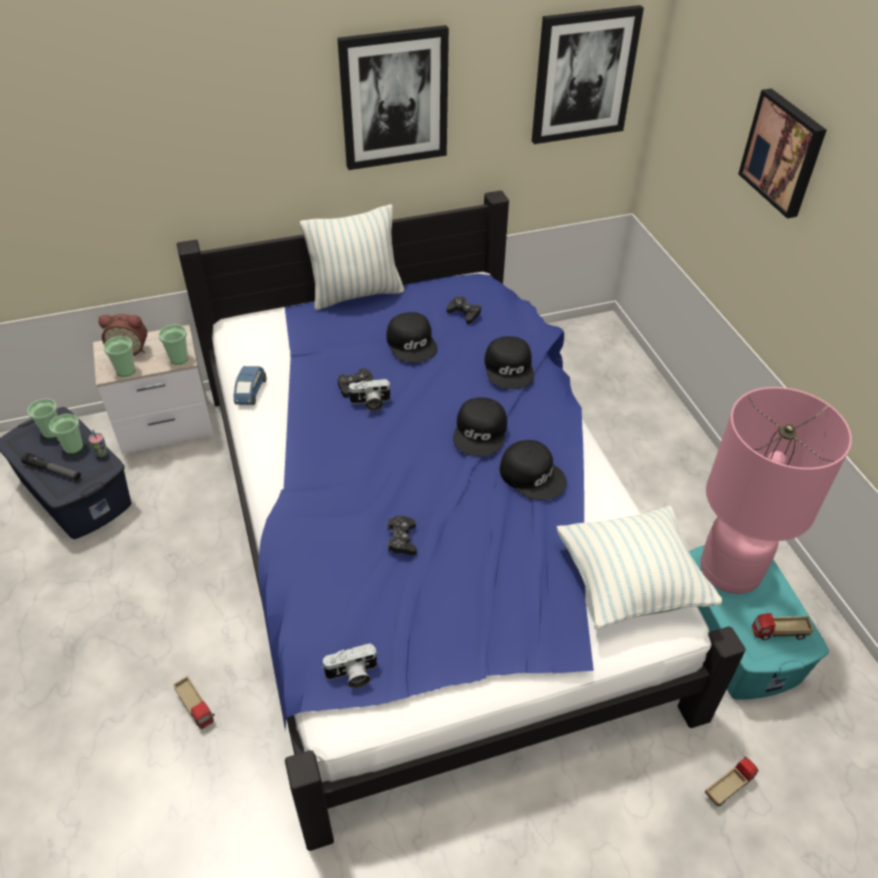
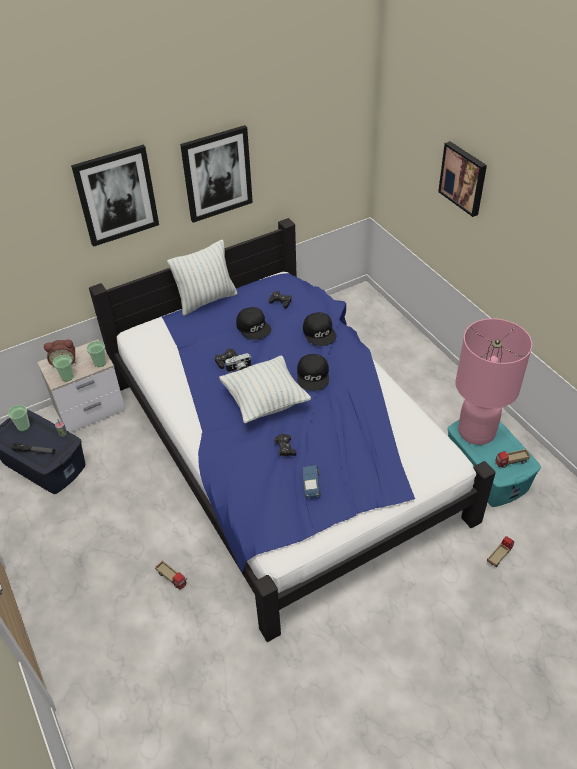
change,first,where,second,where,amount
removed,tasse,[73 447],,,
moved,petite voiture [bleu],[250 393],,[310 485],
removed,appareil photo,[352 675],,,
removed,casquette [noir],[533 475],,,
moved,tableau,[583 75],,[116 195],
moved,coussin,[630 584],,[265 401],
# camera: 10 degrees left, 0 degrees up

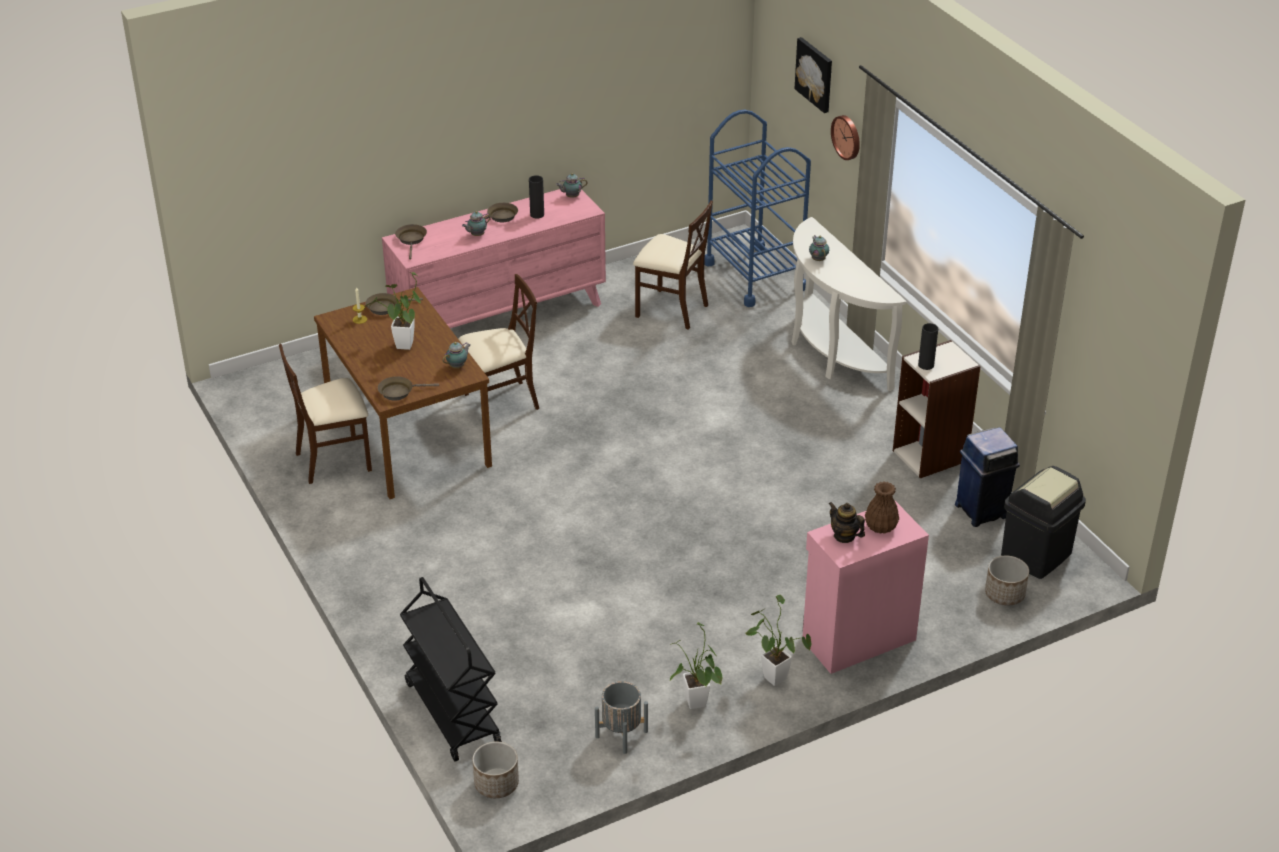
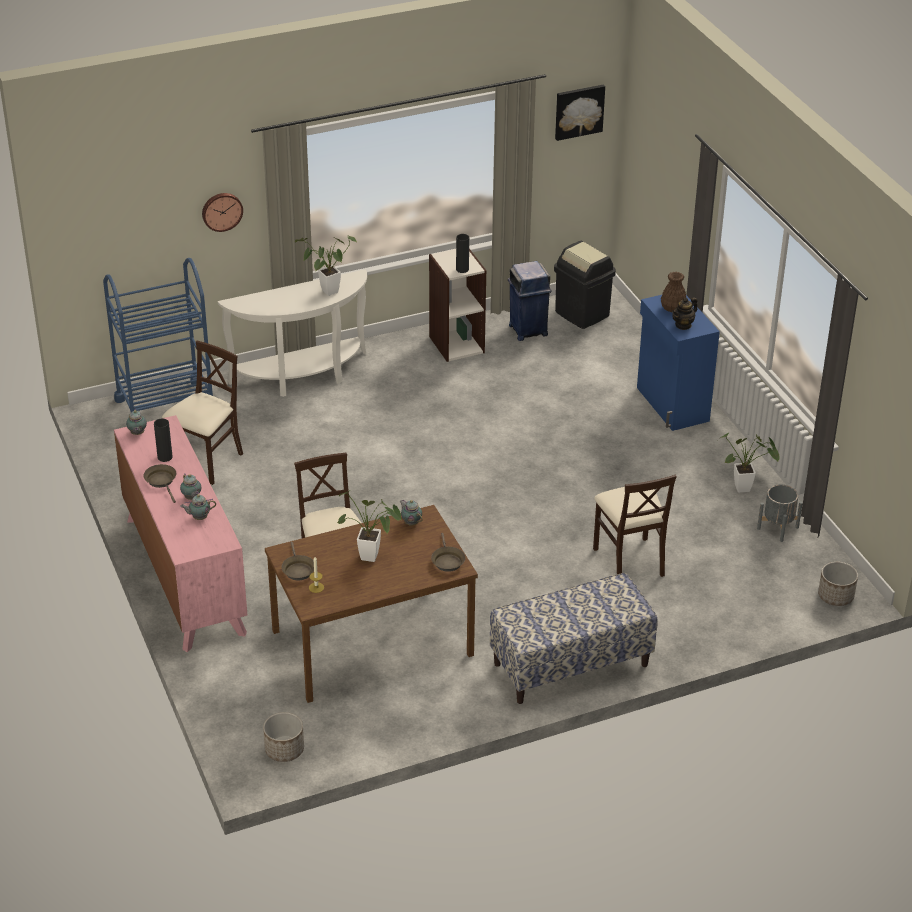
change,first,where,second,where,amount
moved,chaise [beige],[334 460],,[629 561],
removed,poêle [marron],[411 240],,,
removed,chariot [noir],[451 712],,,
moved,plante en pot,[771 675],,[326 292],
moved,tableau,[815 74],,[578 111],
recoloured,meuble de rangement [rose],[857 639],meuble de rangement [bleu],[671 405],
moved,théière,[818 259],,[199 518],
moved,cache-pot,[1004 594],,[284 749],
added,,,banc,[570 665],
# camera: 85 degrees left, 0 degrees up

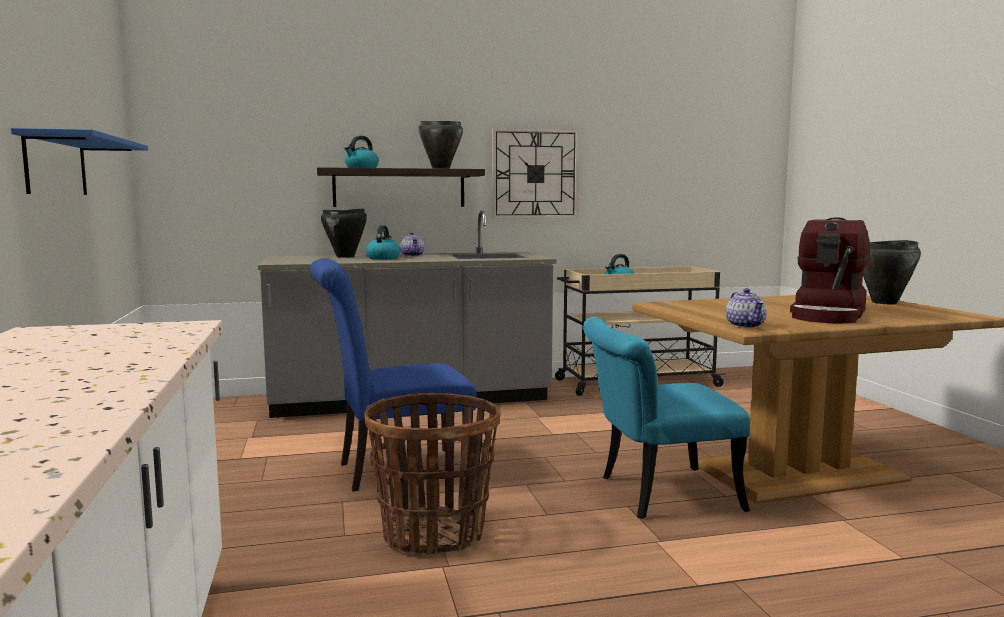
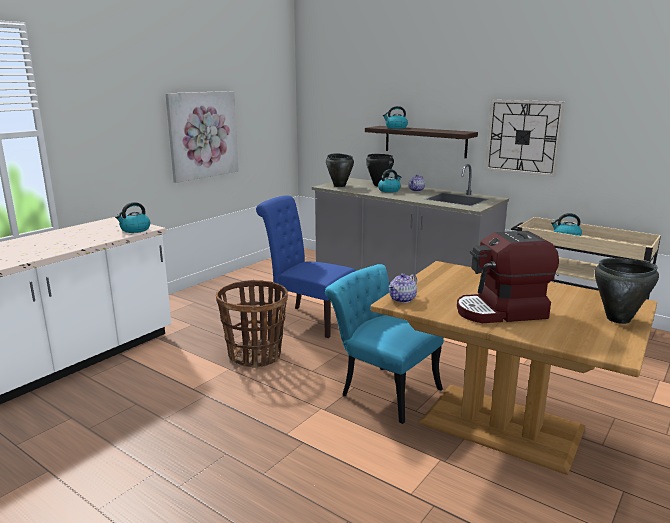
change,first,where,second,where,amount
replaced,étagère [bleu],[56 166],tableau,[203 135],
moved,marmite [noir],[440 168],,[339 186],
added,,,bouilloire,[135 230],
# camera: 50 degrees right, 10 degrees up

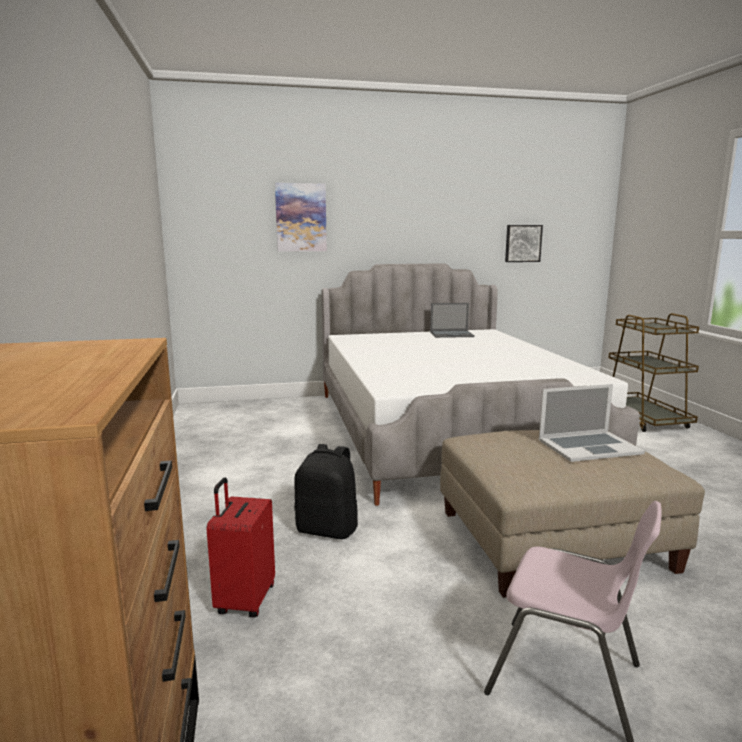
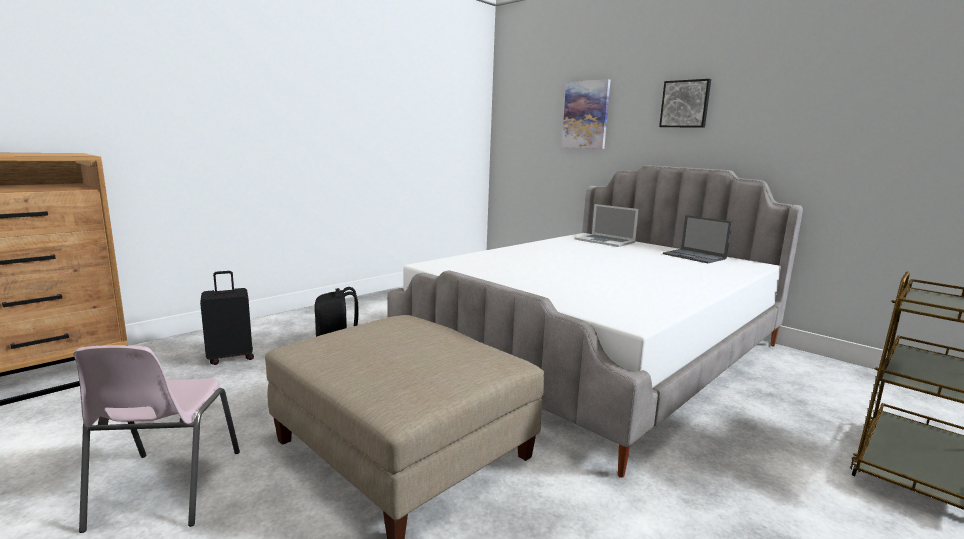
change,first,where,second,where,amount
recoloured,valise [rouge],[244 600],valise [noir],[231 357],
moved,tableau,[522 243],,[685 104],
moved,ordinateur portable,[589 446],,[605 241],
# camera: 55 degrees right, 0 degrees up

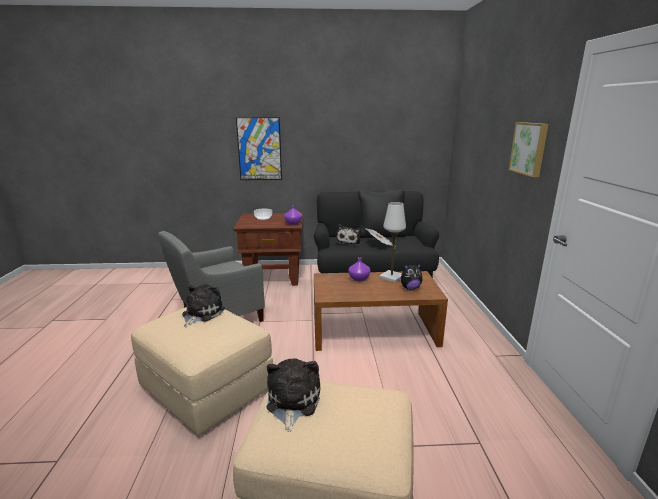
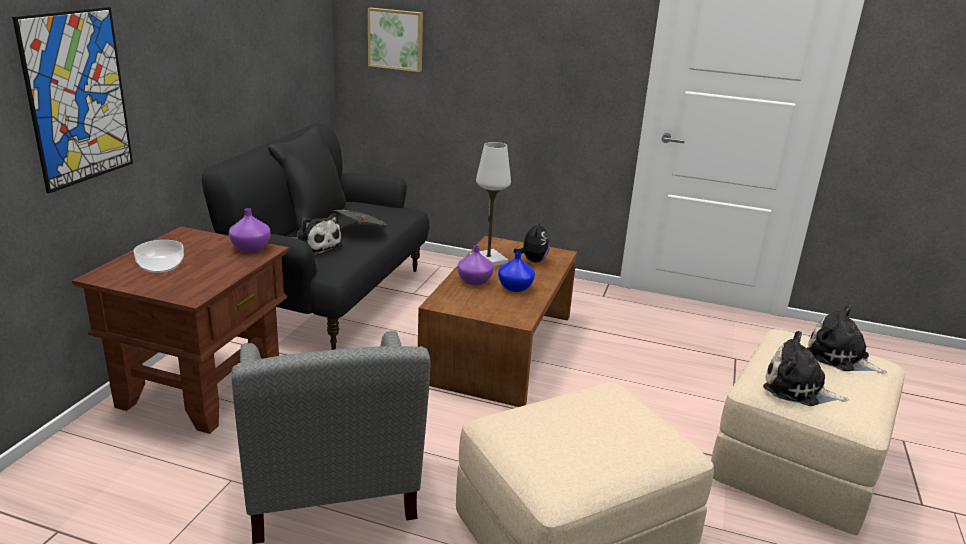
change,first,where,second,where,amount
moved,peluche,[201 313],,[840 357],
moved,tableau,[530 148],,[396 39],
added,,,vase [bleu],[515 287],
# camera: 70 degrees left, 5 degrees up

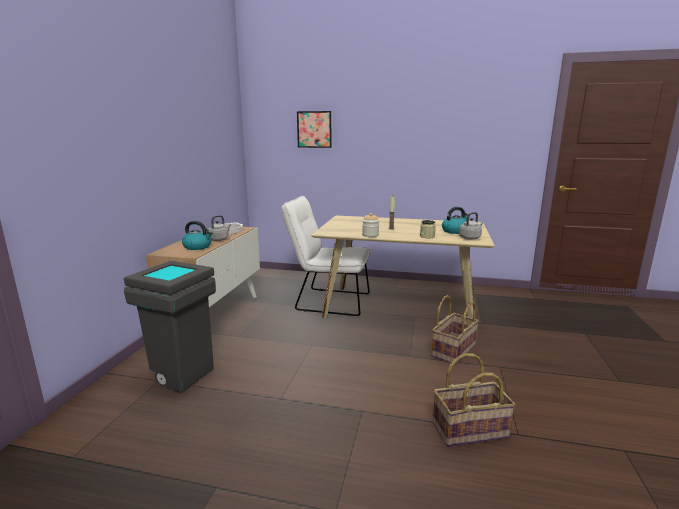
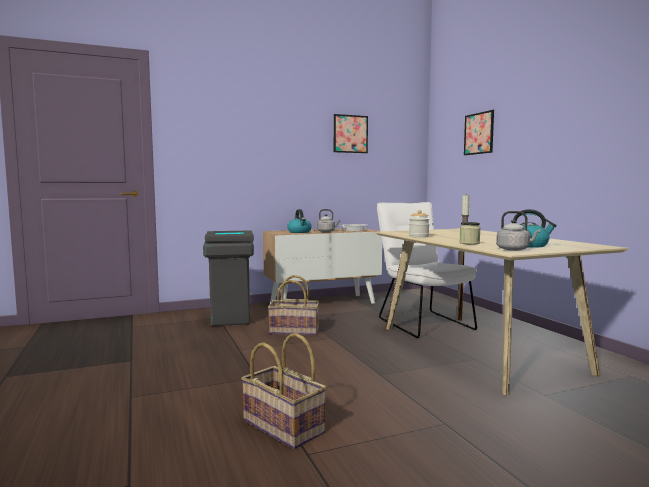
change,first,where,second,where,amount
moved,panier,[452 350],,[294 330],
added,,,tableau,[350 134],
# camera: 55 degrees right, 10 degrees down

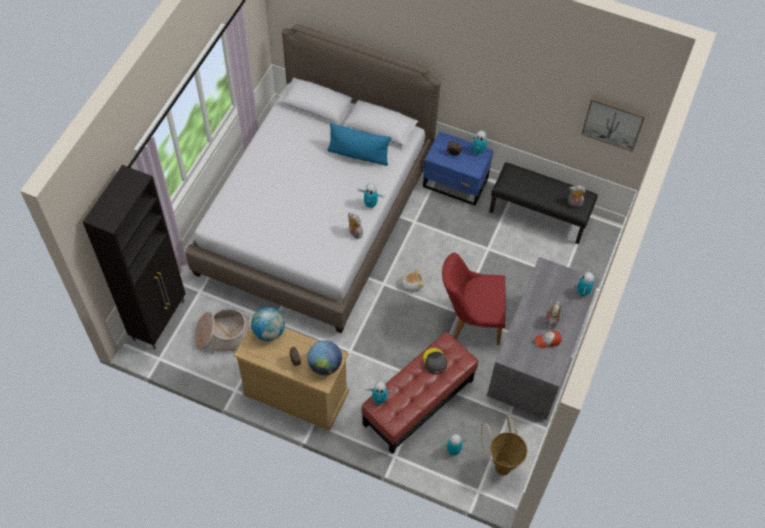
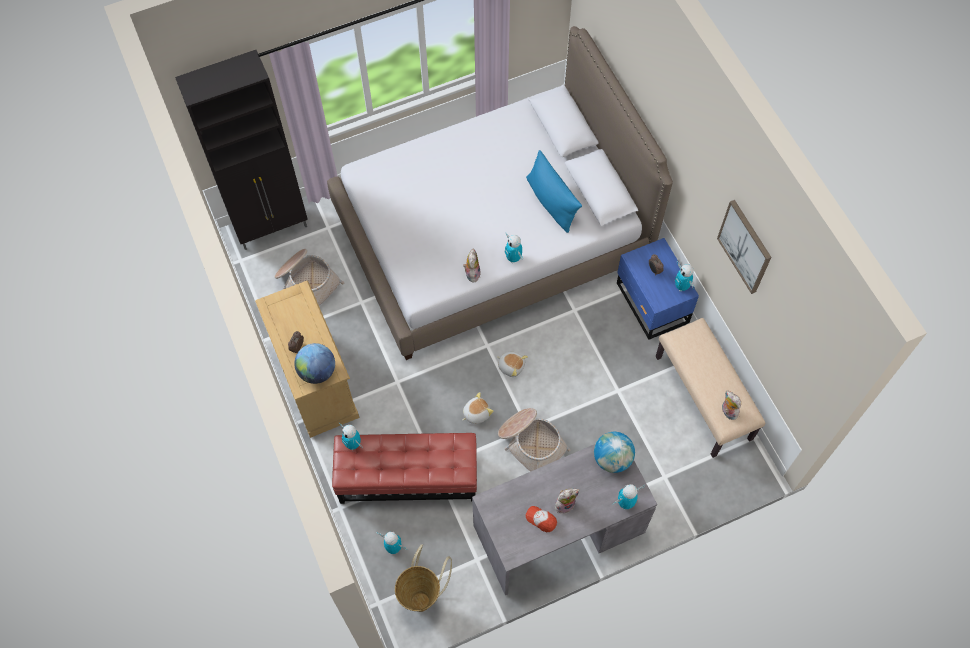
change,first,where,second,where,amount
moved,globe,[269 332],,[612 459],
removed,casquette [gris],[434 361],,,
replaced,chaise [rouge],[470 320],panier,[531 443],
recoloured,banc [noir],[539 214],banc [beige],[704 398],
moved,tableau,[613 123],,[745 246],
added,,,peluche,[476 413],
# camera: 45 degrees right, 5 degrees up

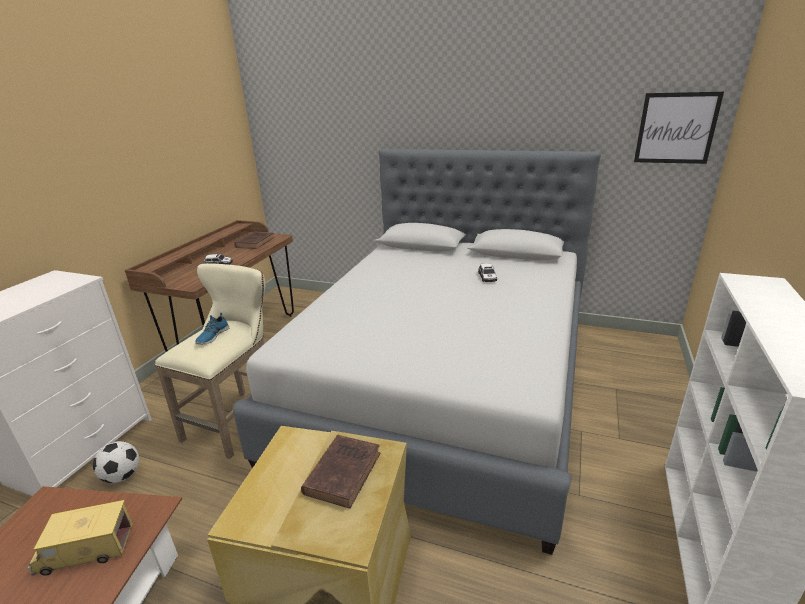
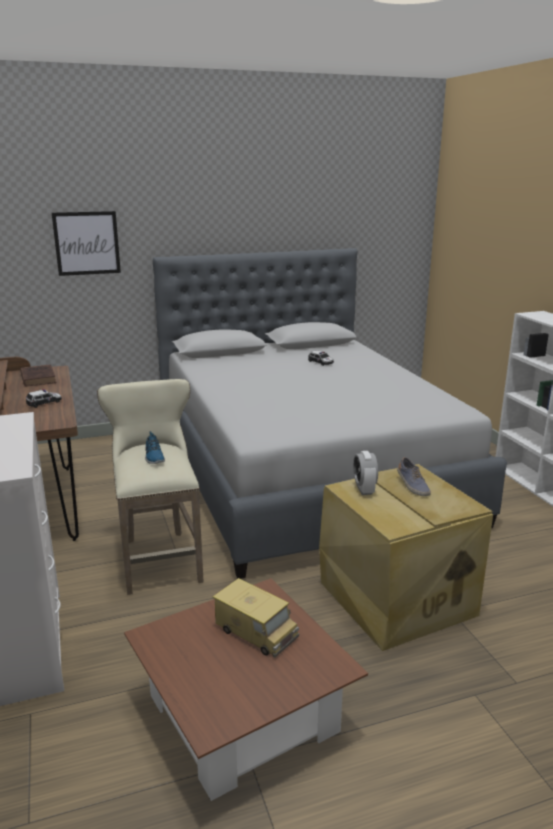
change,first,where,second,where,amount
turned,camion jouet,[86 550],,[256 632],90 degrees counterclockwise
removed,ballon de foot,[122 476],,,
replaced,livre [marron],[344 471],chaussure,[412 485],
moved,tableau,[676 128],,[87 243],
added,,,réveil,[364 489],
# camera: 40 degrees left, 5 degrees down

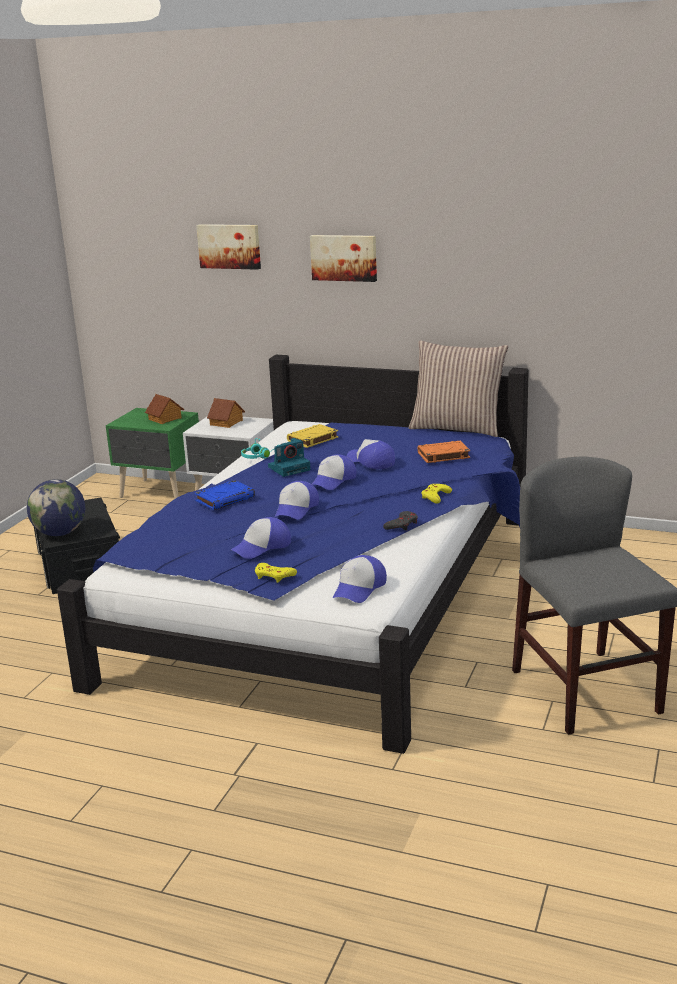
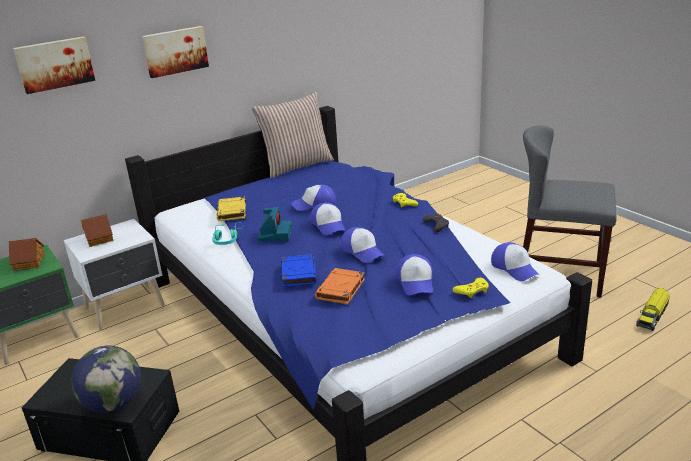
change,first,where,second,where,amount
moved,livre [orange],[443 455],,[340 289],
added,,,camion jouet,[652 315],
# camera: 55 degrees left, 5 degrees up

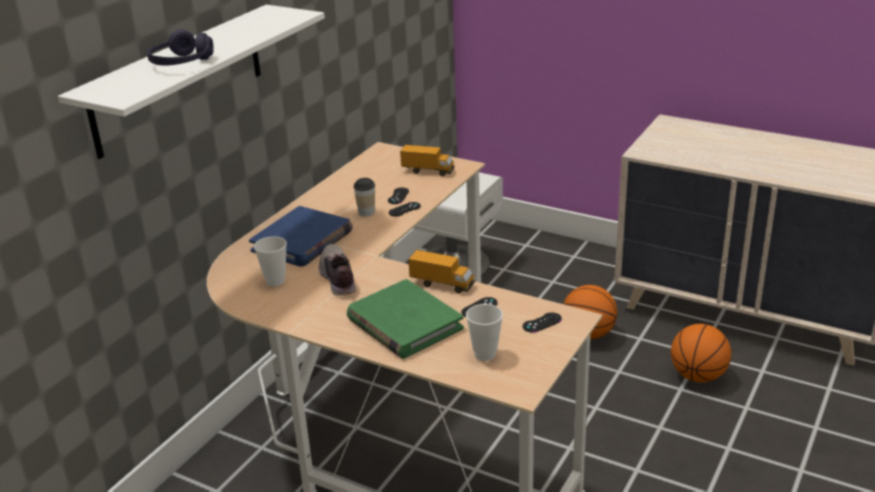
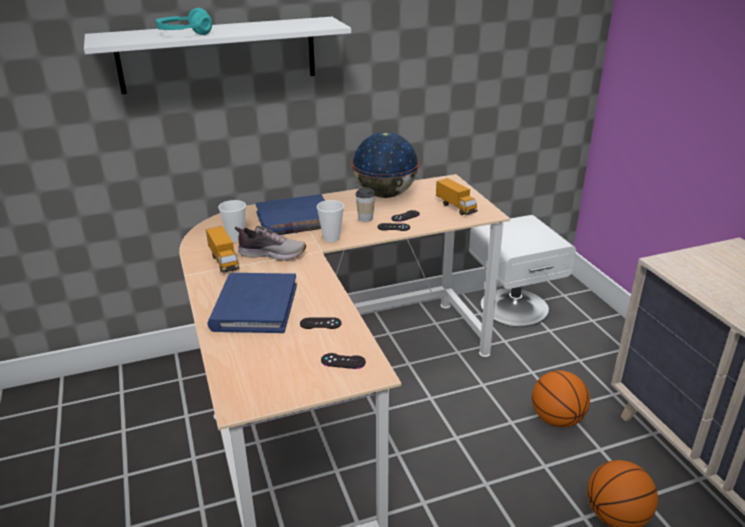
change,first,where,second,where,amount
recoloured,casque audio [violet],[181 63],casque audio [turquoise],[185 33],
turned,chaussure,[337 278],,[272 254],75 degrees clockwise
recoloured,livre [vert],[404 323],livre [bleu],[254 307],
moved,camion jouet,[442 284],,[224 261],
moved,tasse,[485 354],,[331 238],
added,,,globe,[385 195],
# camera: 40 degrees right, 0 degrees up

